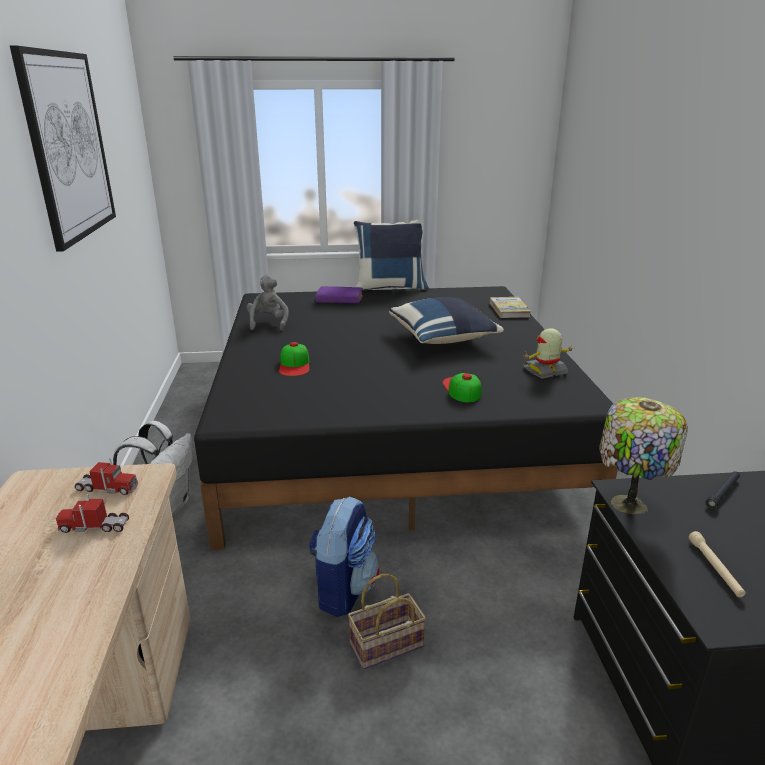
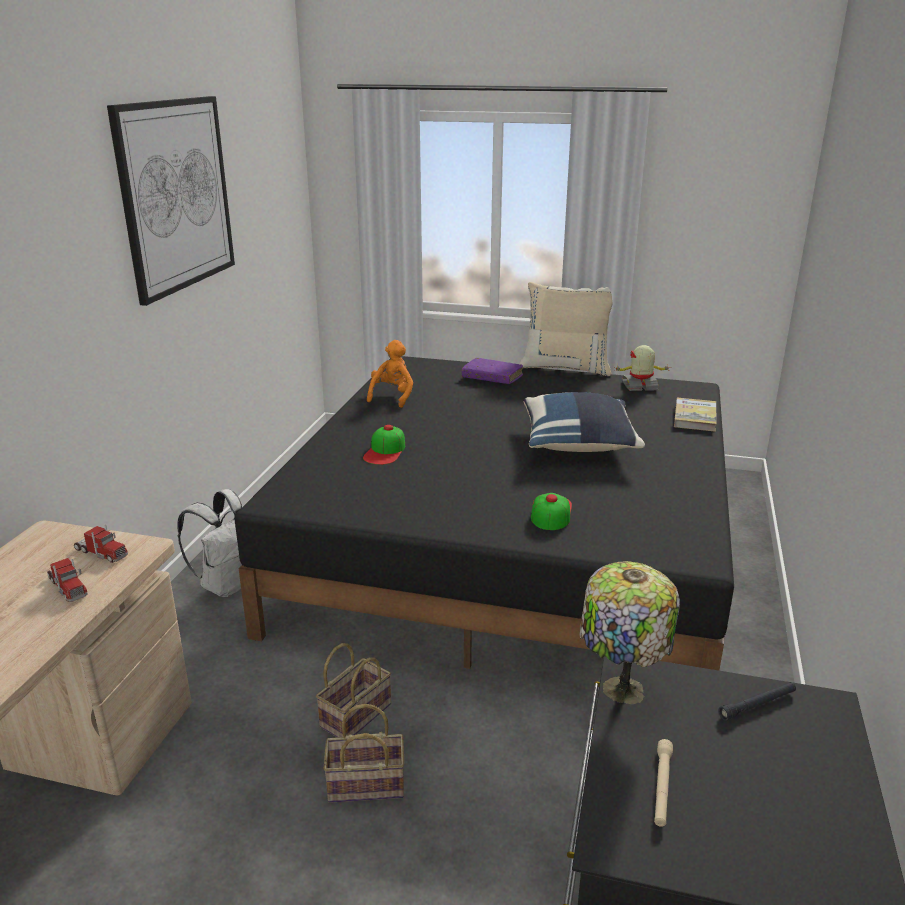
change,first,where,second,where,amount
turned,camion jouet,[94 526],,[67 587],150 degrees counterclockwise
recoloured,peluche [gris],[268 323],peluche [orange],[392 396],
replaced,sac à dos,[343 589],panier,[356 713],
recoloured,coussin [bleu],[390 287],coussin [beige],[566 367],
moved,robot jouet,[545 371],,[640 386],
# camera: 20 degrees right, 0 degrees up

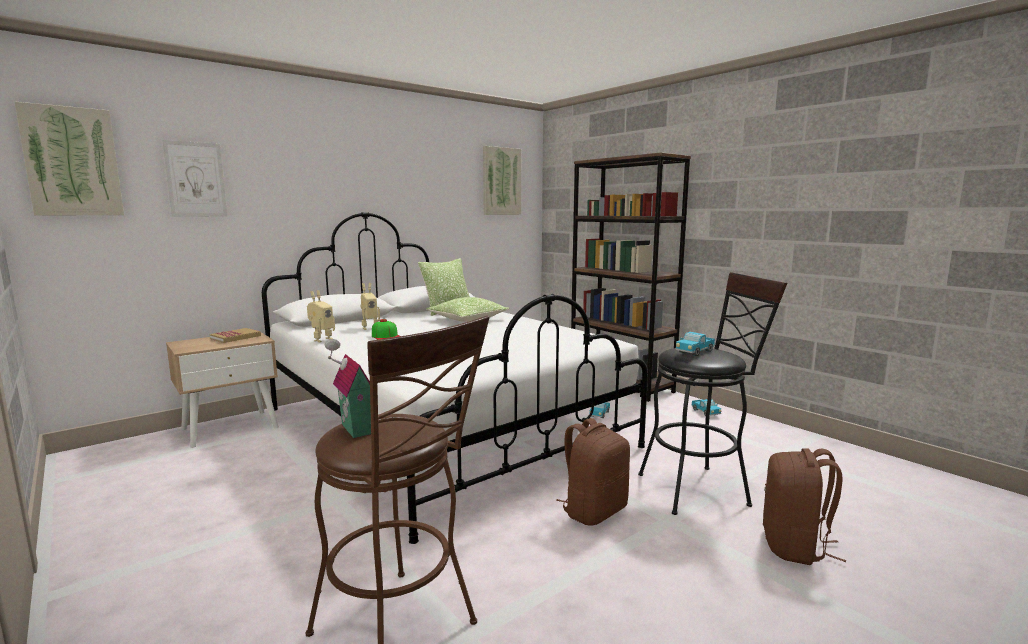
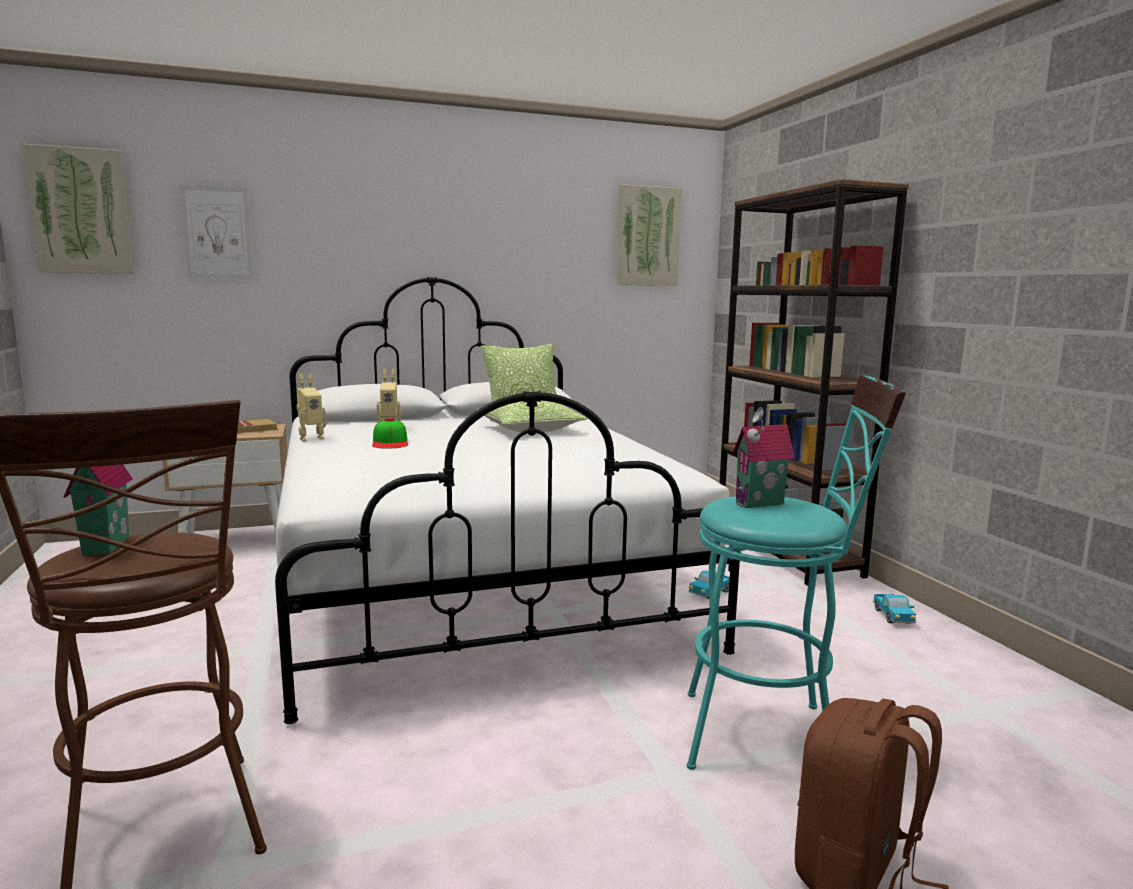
change,first,where,second,where,amount
removed,sac à dos [marron],[594 511],,,
recoloured,tabouret [noir],[700 488],tabouret [turquoise],[773 736],
replaced,camion jouet,[694 352],maison miniature,[761 504],
# camera: 20 degrees right, 0 degrees up

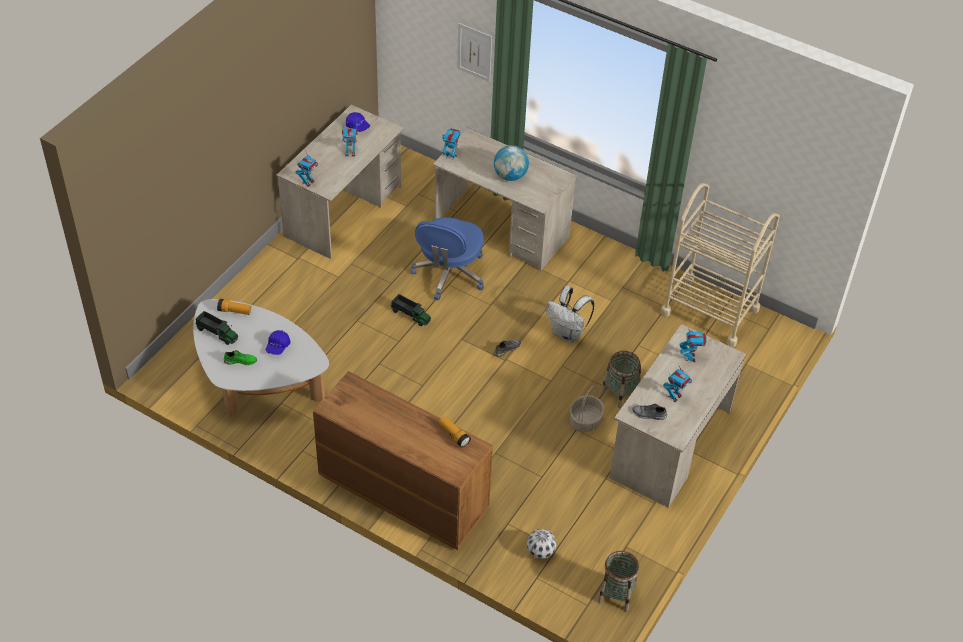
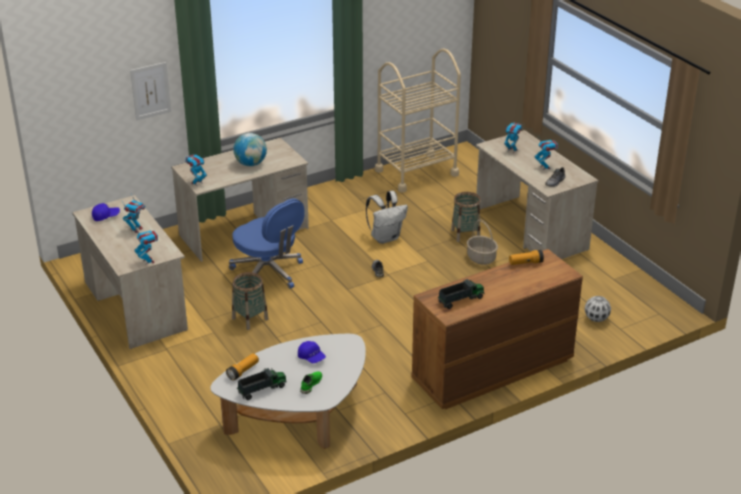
change,first,where,second,where,amount
moved,camion jouet,[411 315],,[461 300],
moved,panier,[616 594],,[250 319],
# camera: 60 degrees left, 15 degrees down

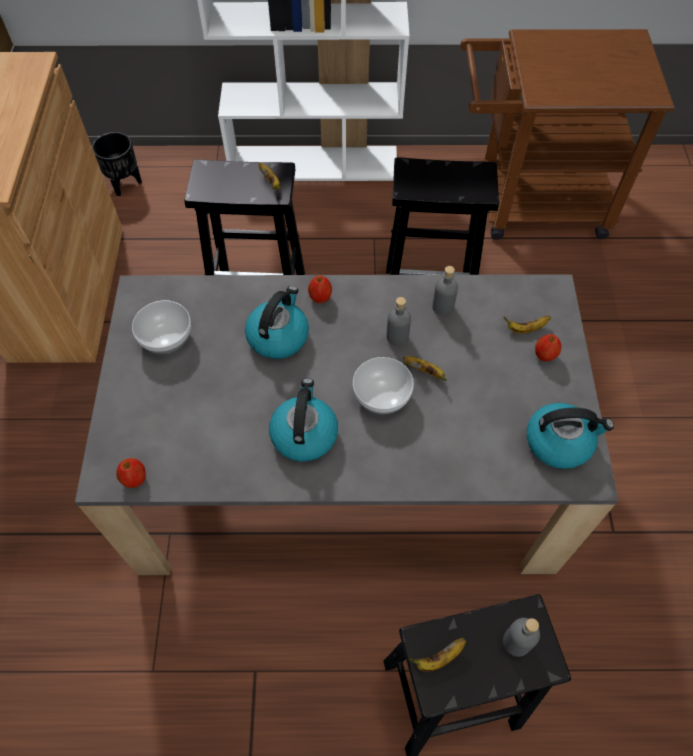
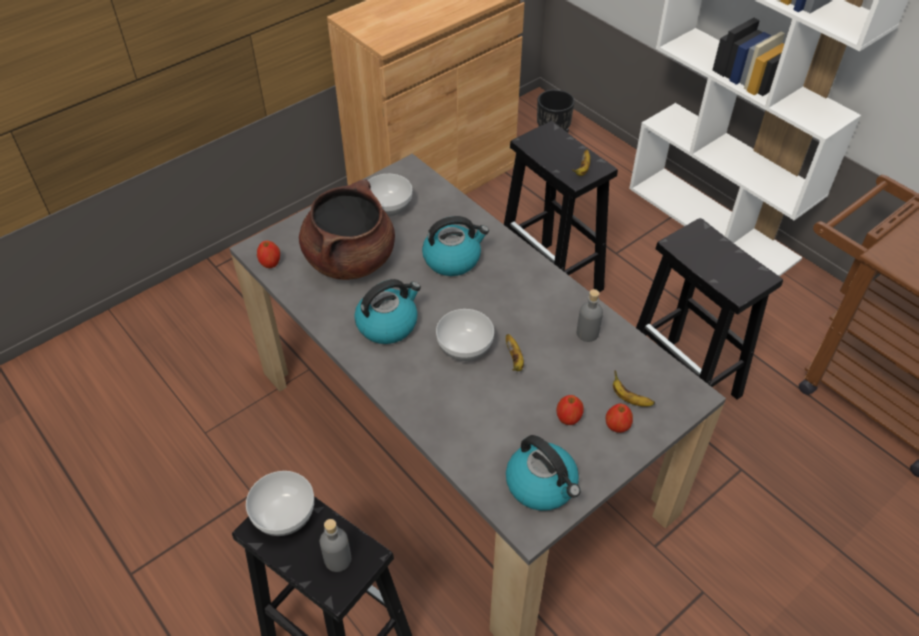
change,first,where,second,where,amount
moved,pomme,[320 297],,[568 418],
removed,bouteille [gris],[397 337],,,
replaced,banane,[438 658],bol,[283 515],
added,,,marmite [marron],[350 259],
# camera: 50 degrees right, 10 degrees down

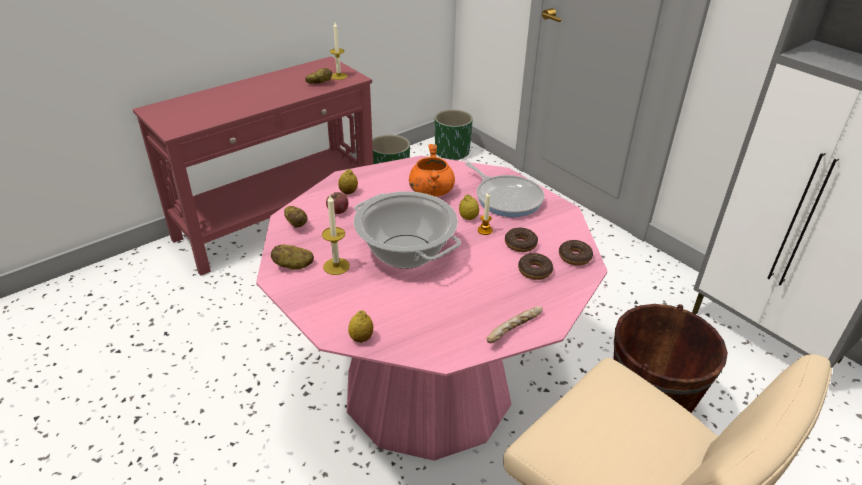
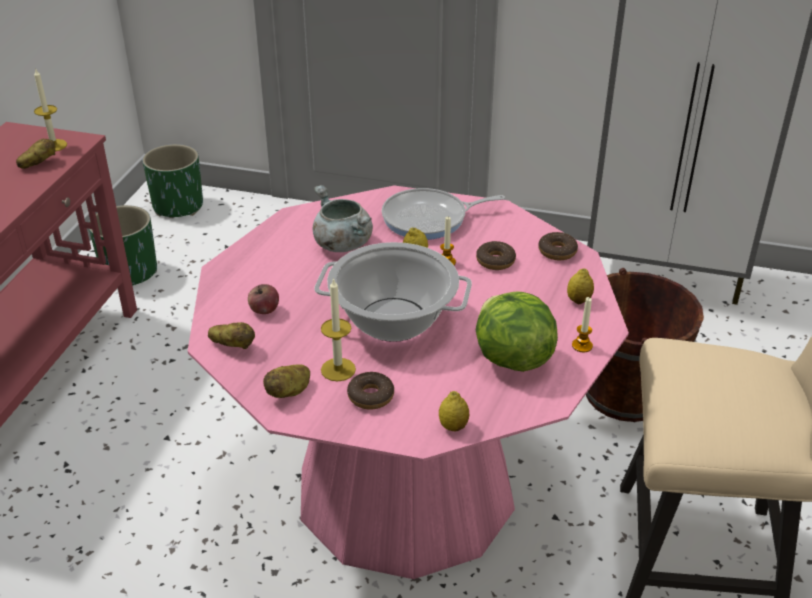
change,first,where,second,where,amount
moved,citron,[348 192],,[579 300],
recoloured,marmite [orange],[430 191],marmite [gris],[341 243],
turned,poêle,[506 198],,[429 219],150 degrees clockwise
replaced,pain,[514 330],bougie,[582 346],
moved,beignet,[534 271],,[371 396],
added,,,laitue,[511 358],
# camera: 35 degrees left, 0 degrees up

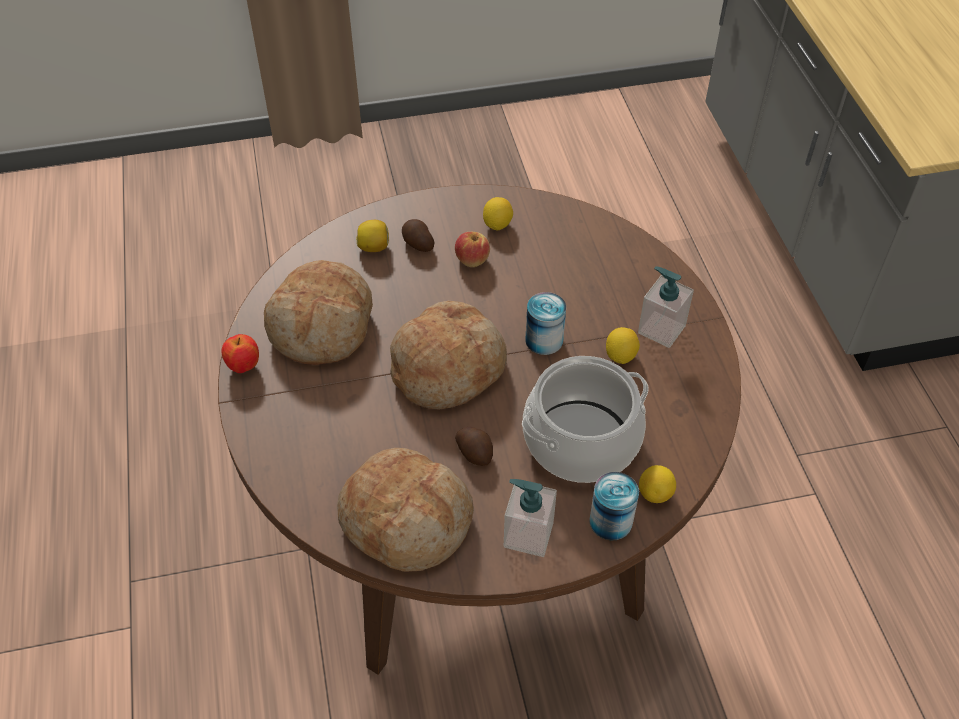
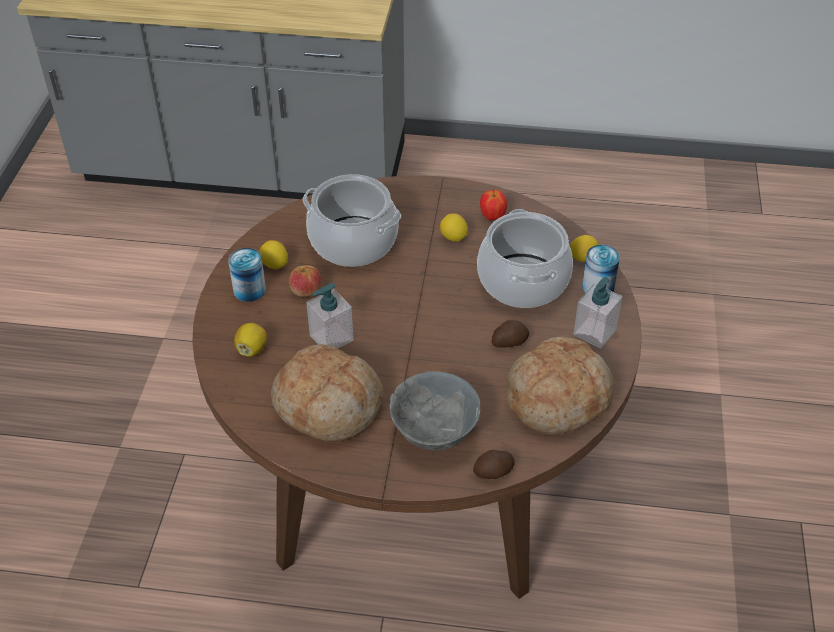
change,first,where,second,where,amount
moved,pomme,[244 366],,[492 217],
removed,pain,[448 367],,,
moved,pomme de terre,[417 244],,[494 472],
moved,boîte métallique,[544 340],,[249 290],
moved,distributeur de savon,[661 329],,[331 338],
added,,,marmite,[353 241],
added,,,bol [gris],[434 431],
# camera: 70 degrees left, 5 degrees down

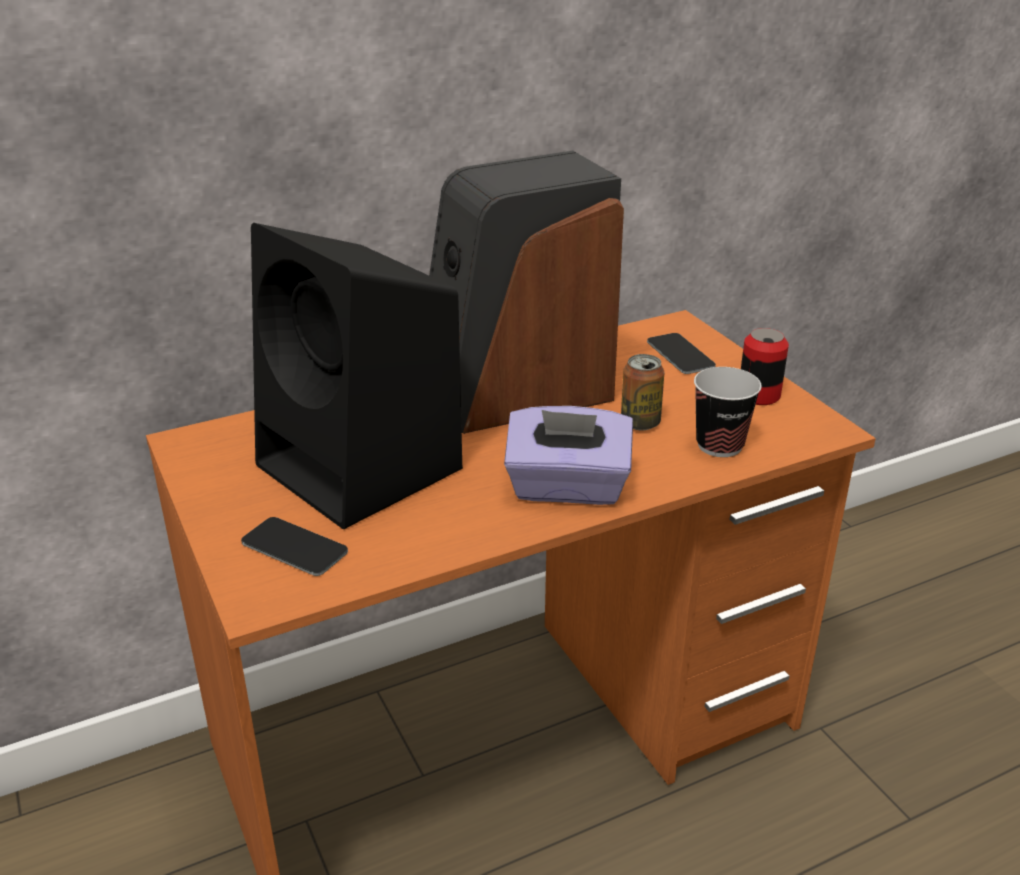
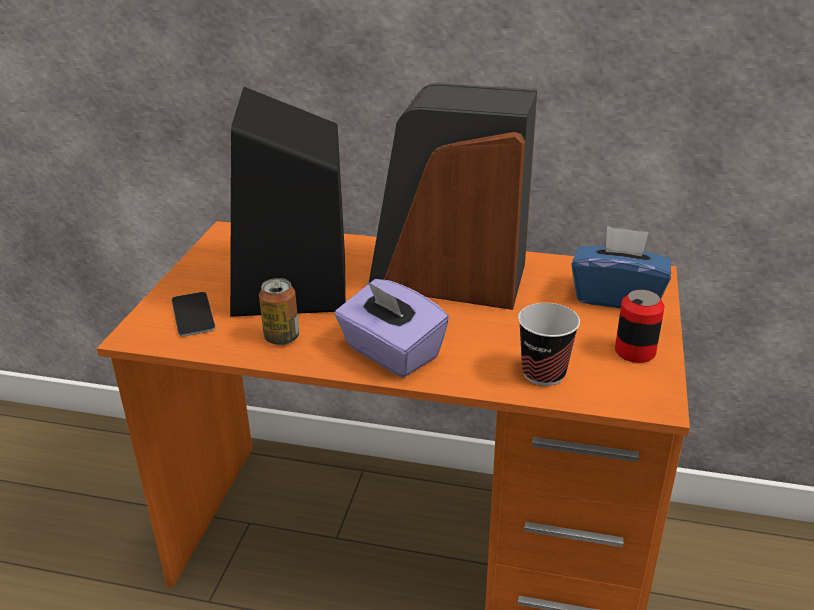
change,first,where,second,where,amount
moved,boîte métallique,[640 423],,[282 338],
replaced,téléphone,[680 354],boîte à mouchoirs [bleu],[617 297],
# camera: 40 degrees right, 0 degrees up

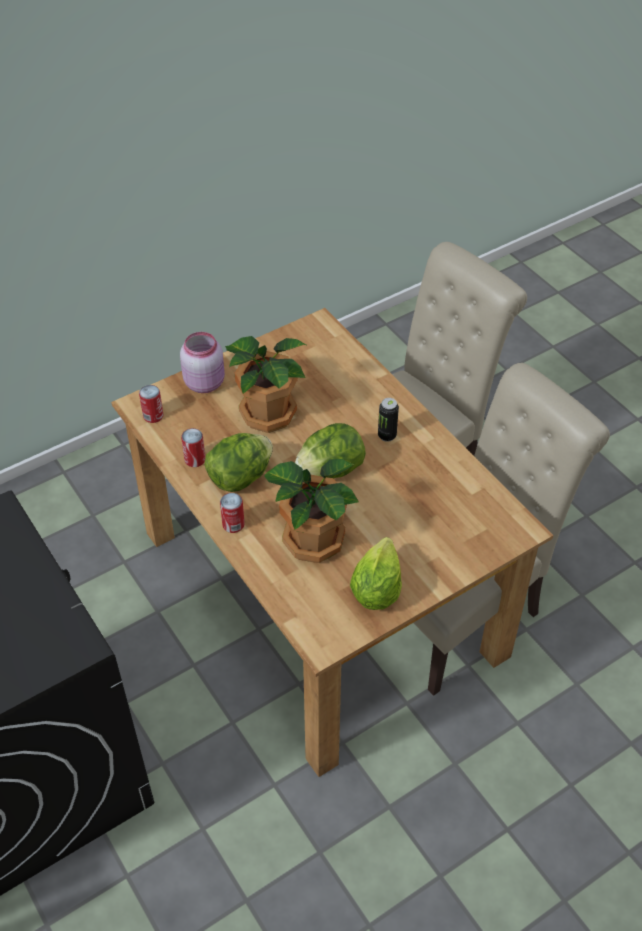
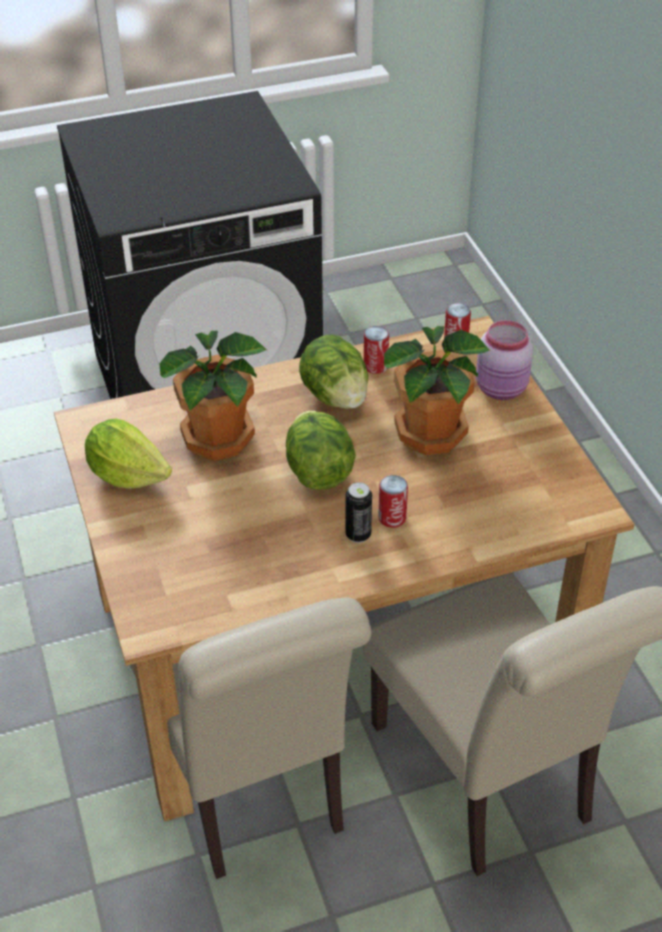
change,first,where,second,where,amount
moved,boîte métallique,[233 524],,[392 518],
# camera: 105 degrees right, 5 degrees down

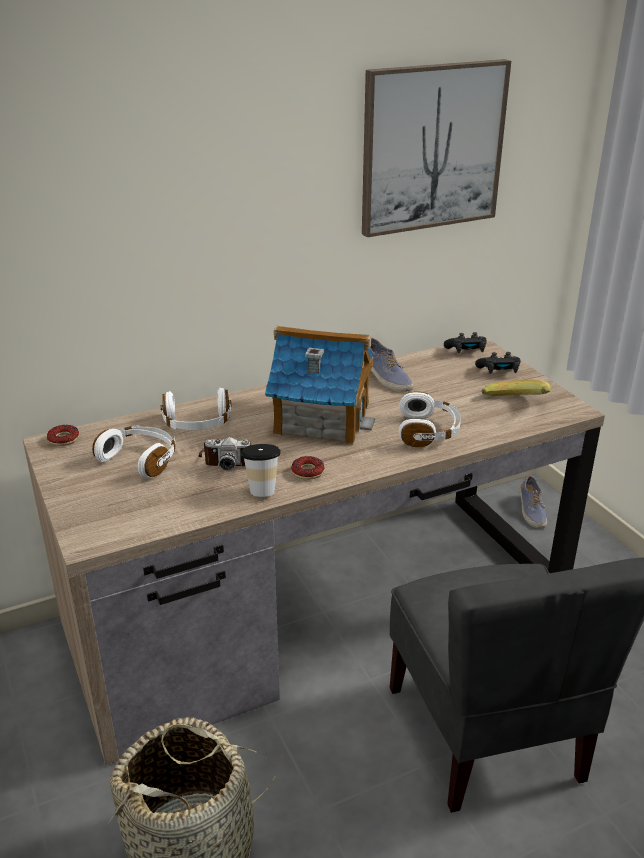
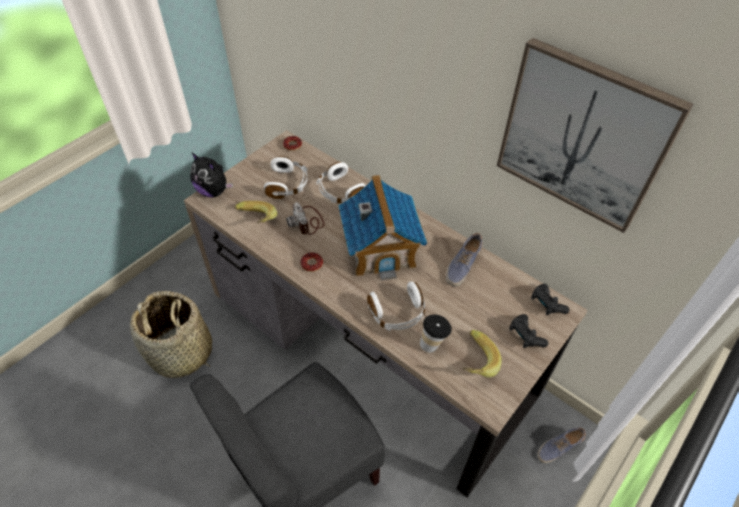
change,first,where,second,where,amount
moved,tasse,[262 489],,[433 343],
added,,,peluche,[214 191],
added,,,banane,[255 222],
# camera: 65 degrees right, 20 degrees up

